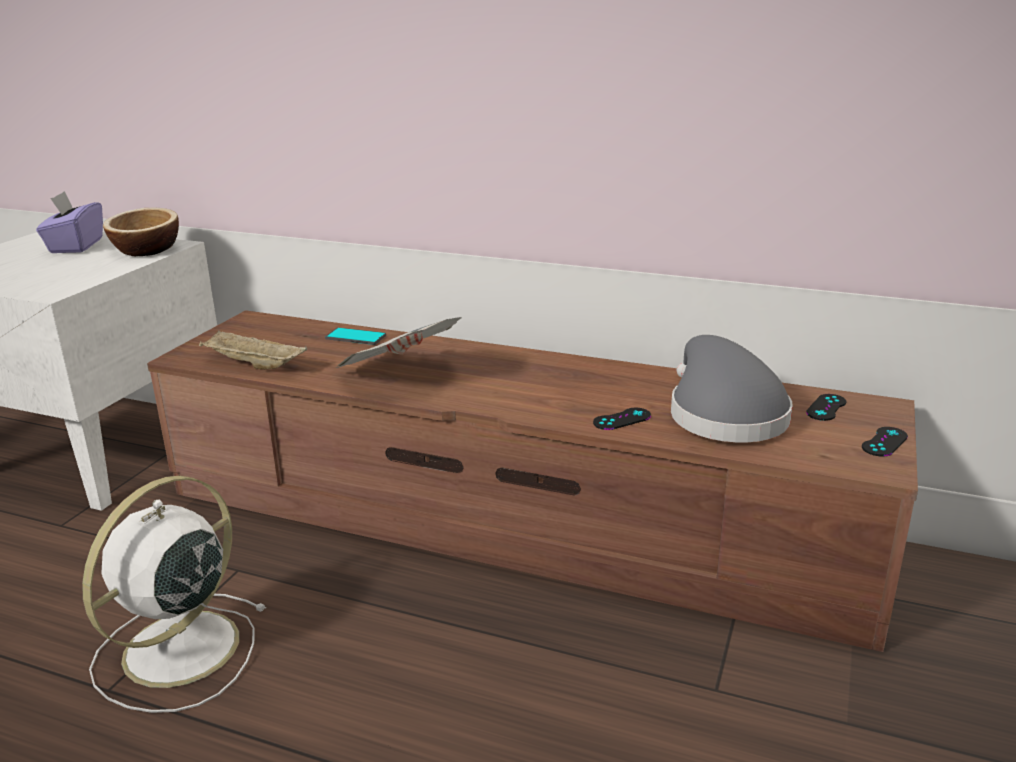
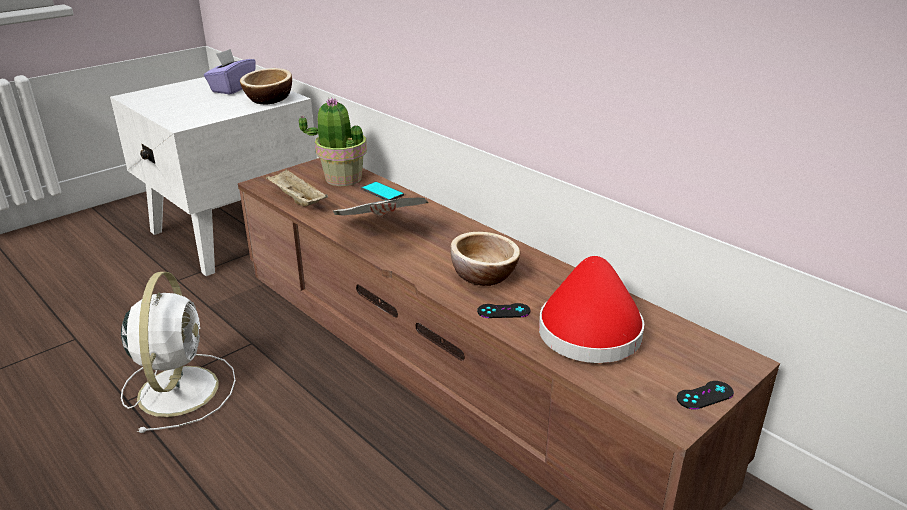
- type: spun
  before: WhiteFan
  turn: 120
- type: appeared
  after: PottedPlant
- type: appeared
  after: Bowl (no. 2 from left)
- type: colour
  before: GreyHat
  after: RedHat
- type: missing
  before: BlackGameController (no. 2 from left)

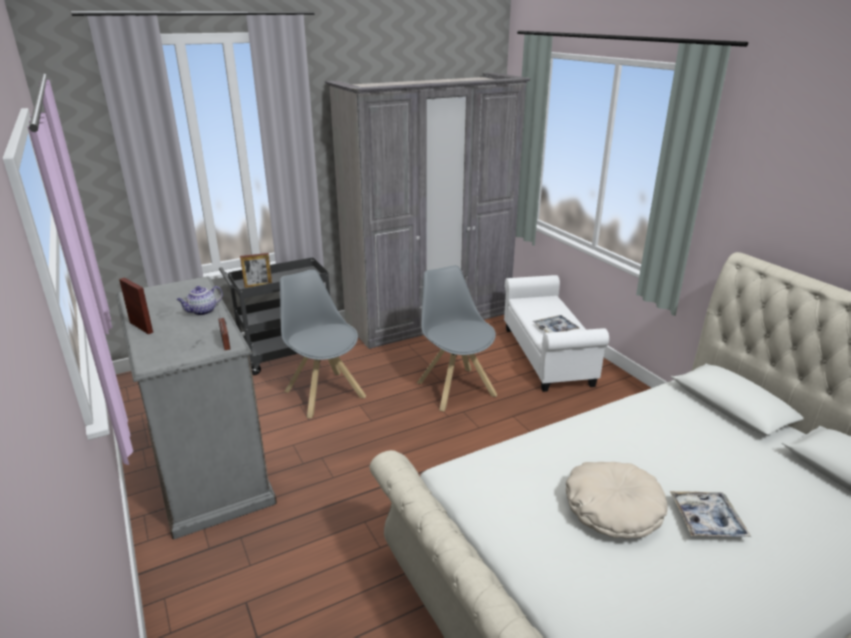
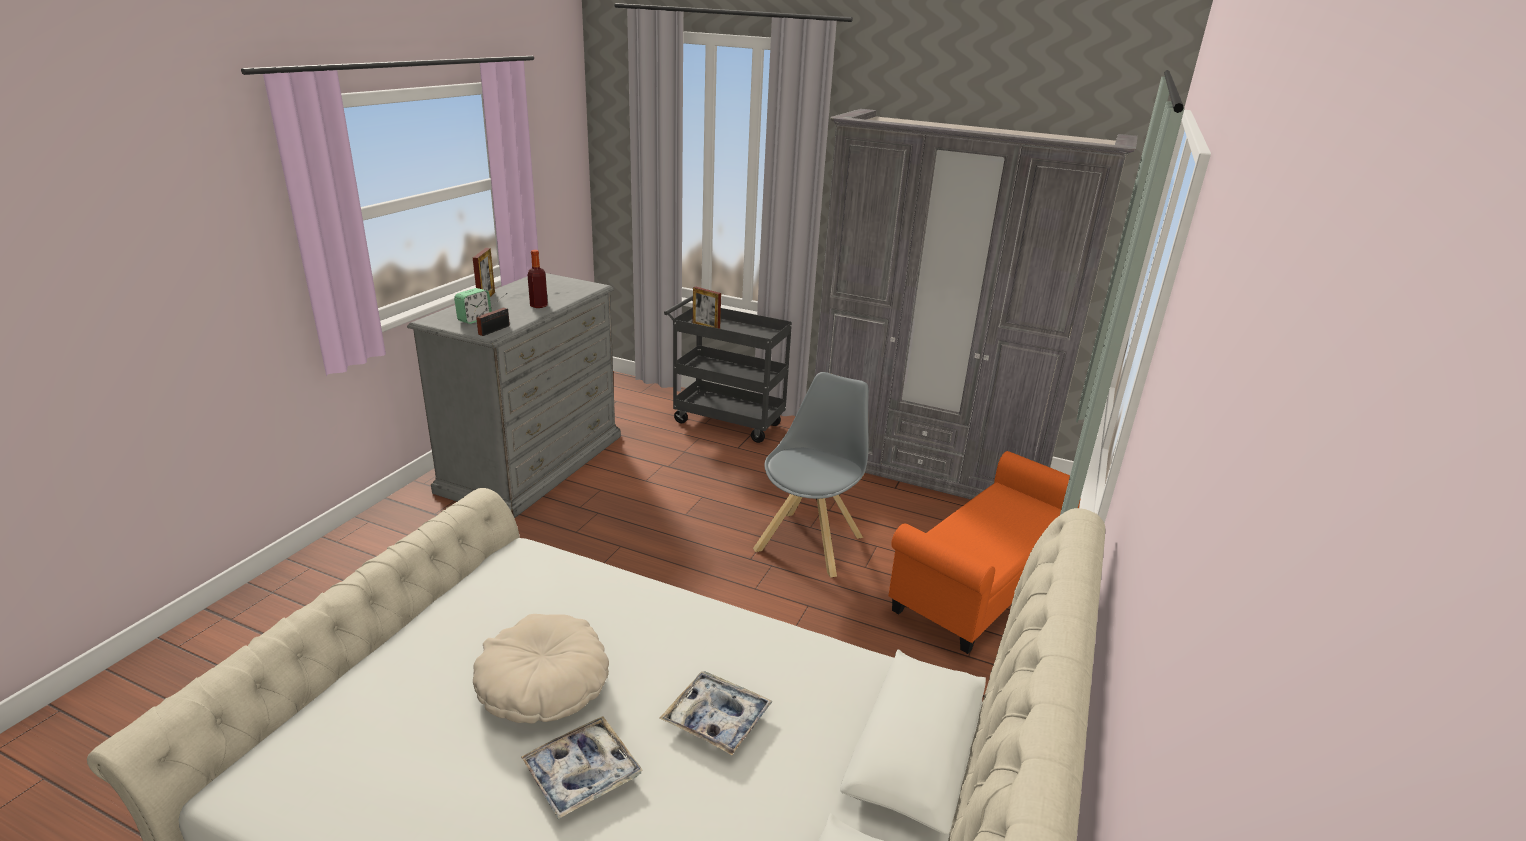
- type: appeared
  after: AlarmClock
- type: exchanged
  before: Teapot
  after: Bottle
- type: relocated
  before: Tray (no. 1 from left in the first image)
  after: Tray (no. 2 from left)
- type: colour
  before: WhiteOttoman
  after: OrangeOttoman
- type: missing
  before: GreyChair (no. 1 from left)

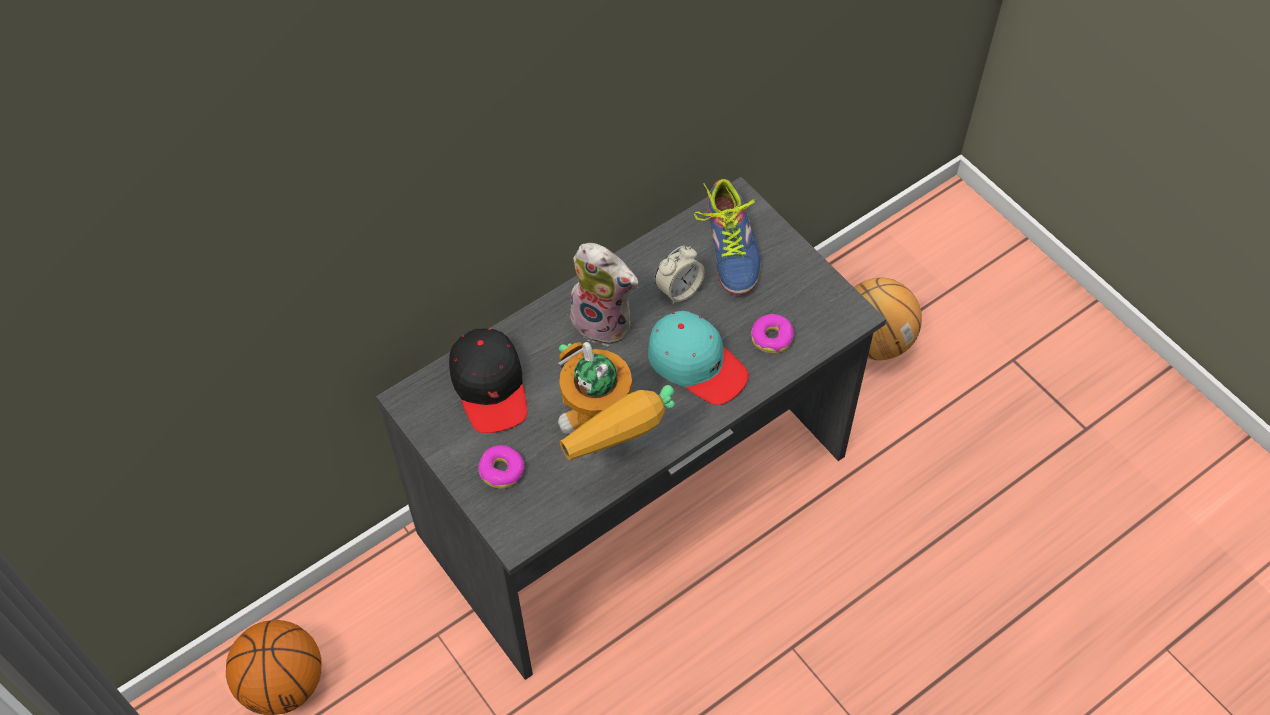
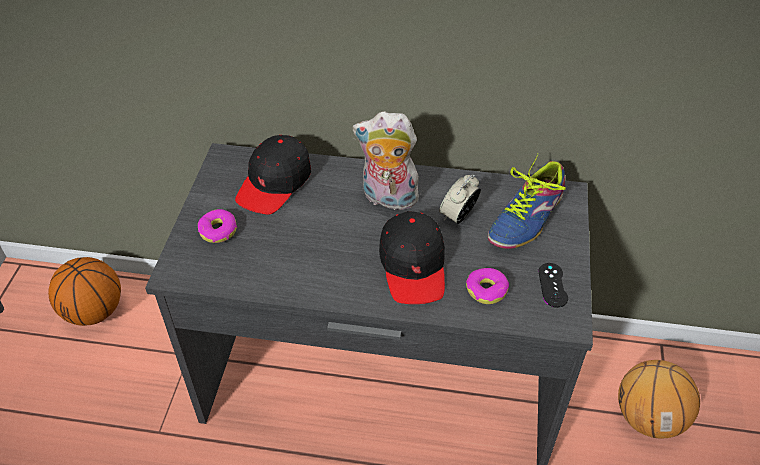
- type: spun
  before: PlushToy
  turn: 120
- type: colour
  before: TurquoiseCap
  after: BlackCap (no. 2 from left)
- type: spun
  before: AlarmClock
  turn: 120
- type: appeared
  after: BlackGameController
- type: missing
  before: ToyRobot

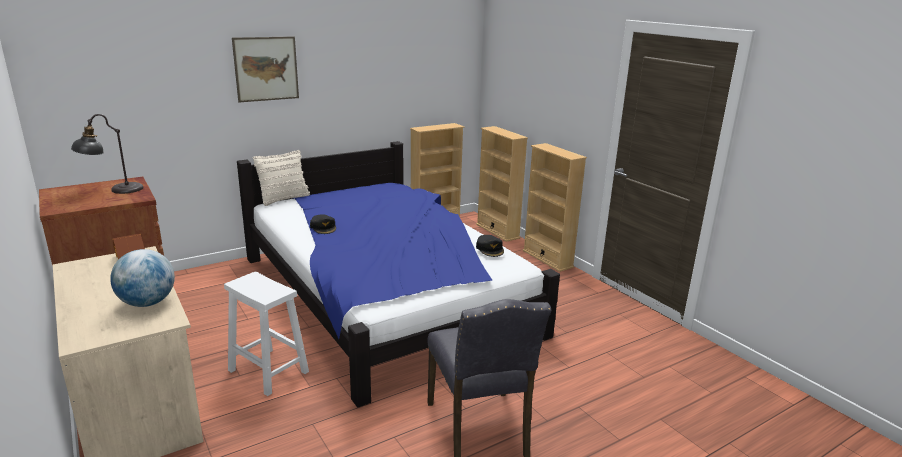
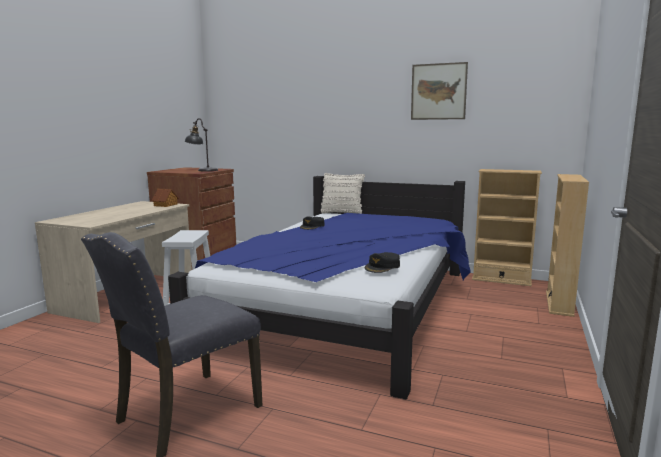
- type: relocated
  before: Picture
- type: missing
  before: Globe
- type: missing
  before: BeigeBookcase (no. 3 from left)

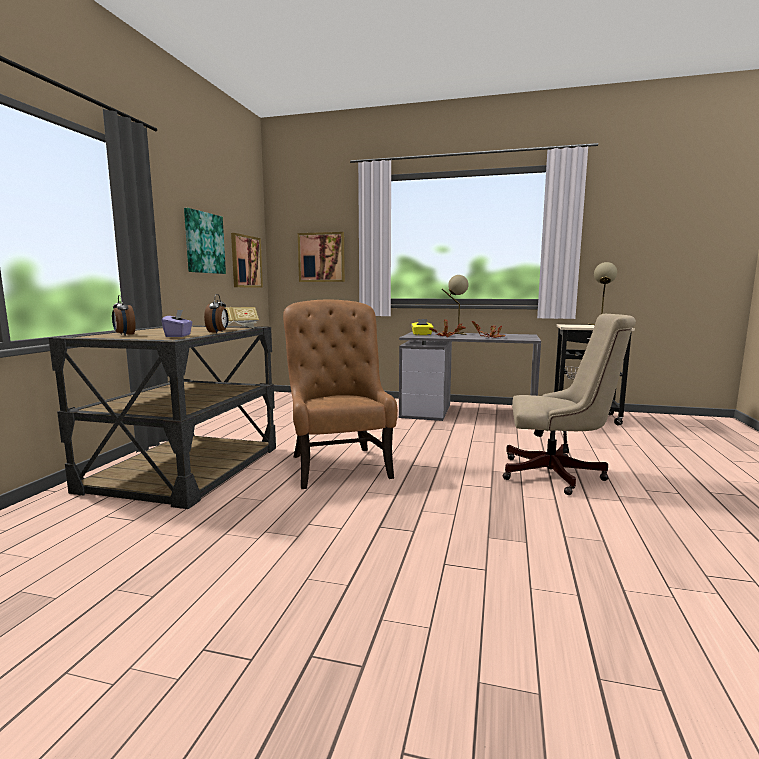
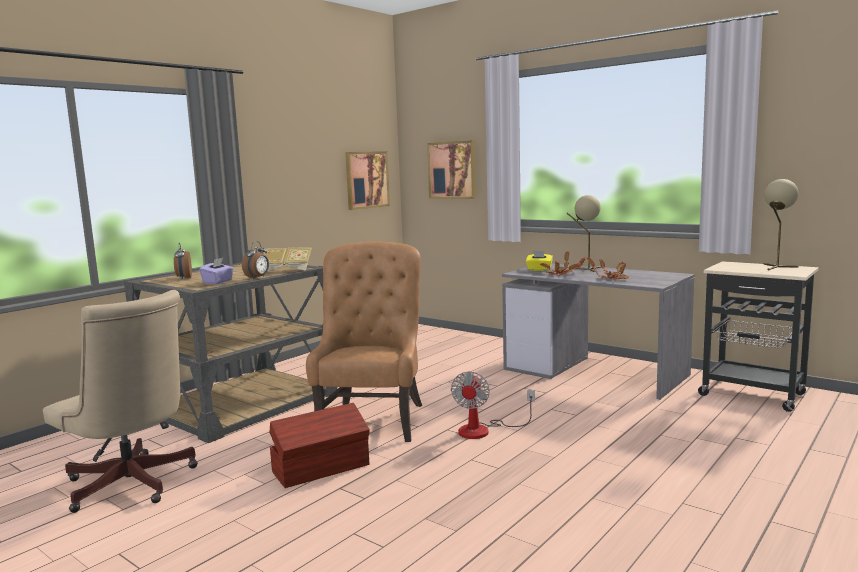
- type: relocated
  before: BeigeOfficeChair
- type: appeared
  after: BrownStorageBox
- type: appeared
  after: Fan
- type: missing
  before: Picture (no. 1 from left)

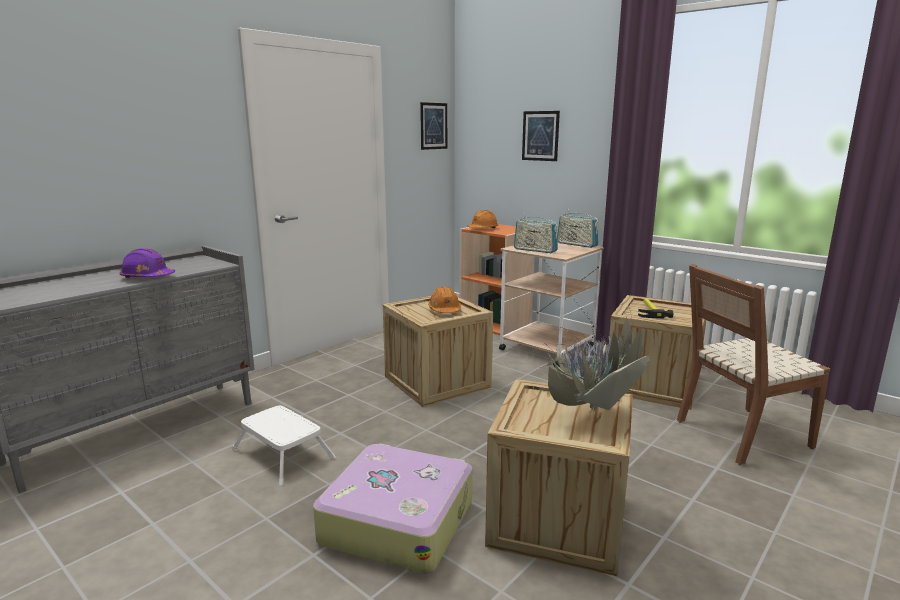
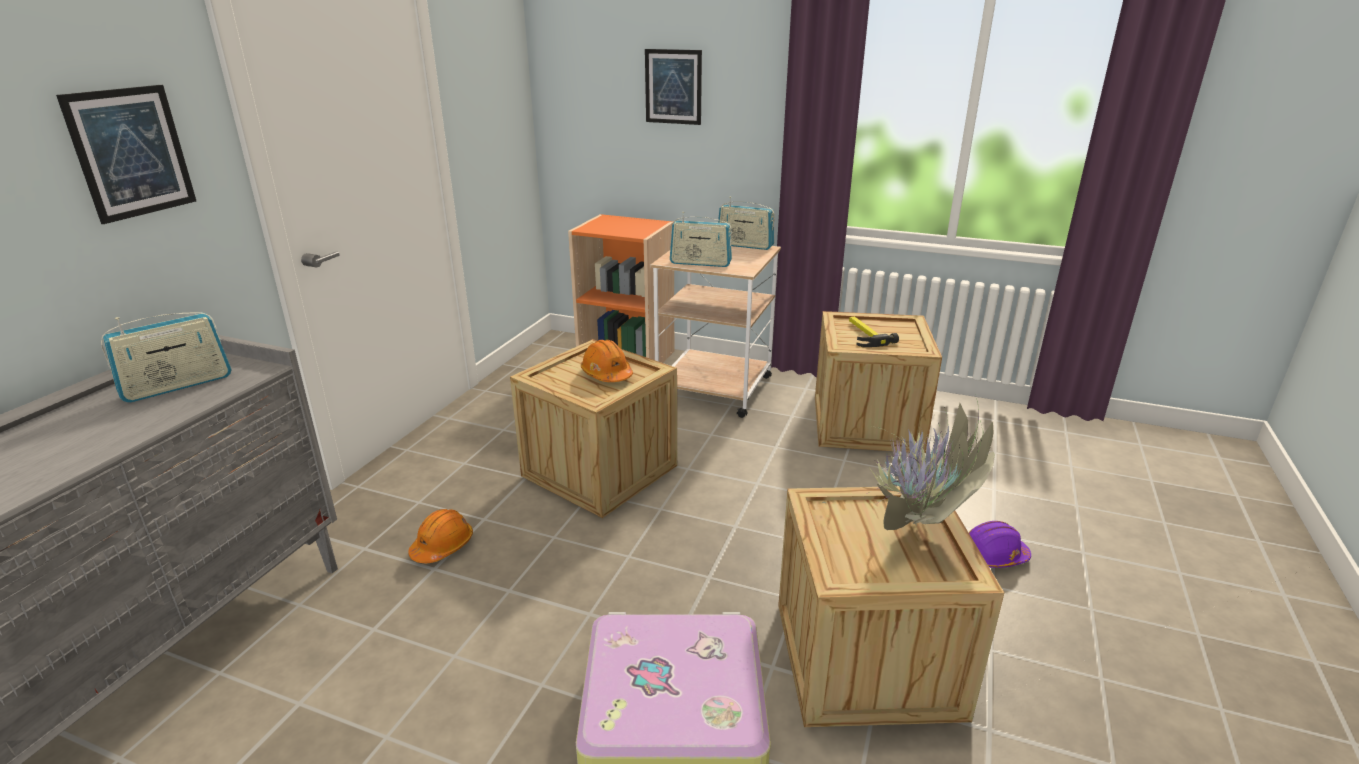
- type: relocated
  before: Picture (no. 1 from left)
- type: appeared
  after: Radio (no. 1 from left)
- type: relocated
  before: OrangeHardHat (no. 2 from left in the first image)
  after: OrangeHardHat (no. 1 from left)
- type: relocated
  before: PurpleHardHat
- type: missing
  before: WhiteStepLadder
- type: missing
  before: Chair

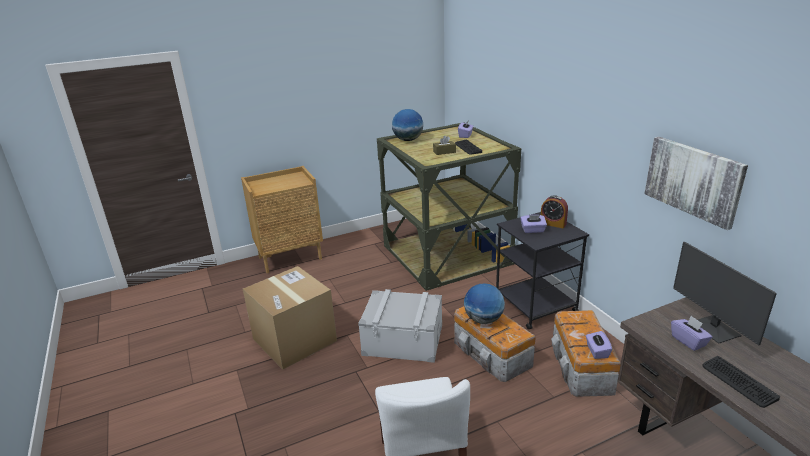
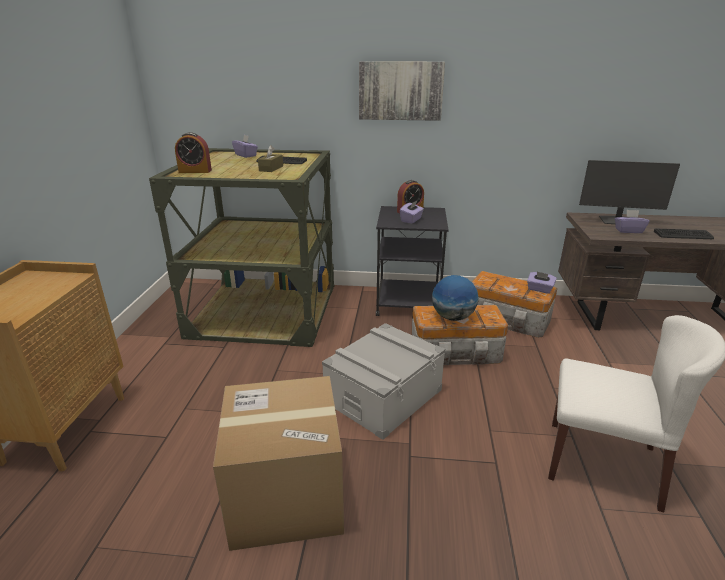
- type: exchanged
  before: Globe (no. 1 from left)
  after: AlarmClock (no. 1 from left)
- type: relocated
  before: Picture

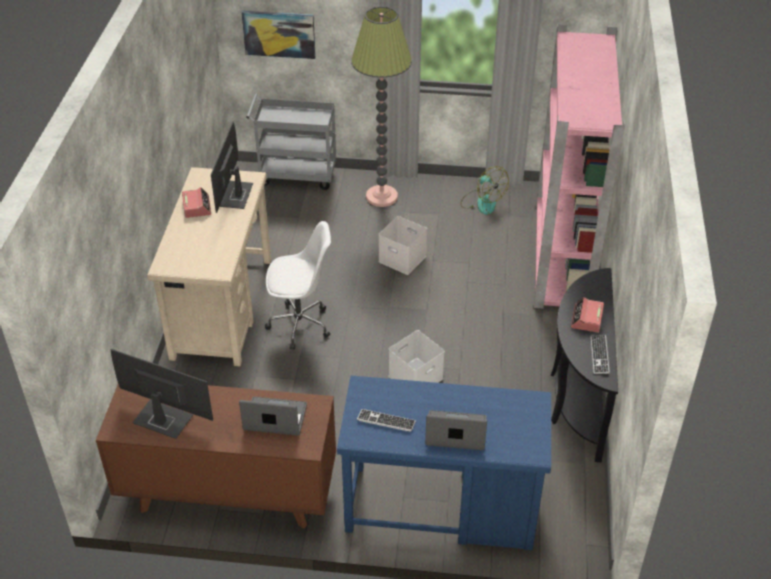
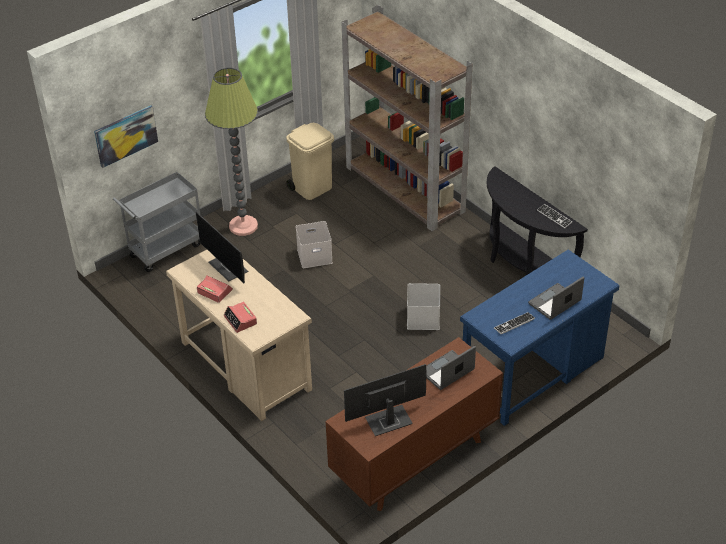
- type: relocated
  before: AlarmClock (no. 2 from left)
- type: exchanged
  before: Fan
  after: BeigeTrashCan
- type: colour
  before: PinkBookcase
  after: BrownBookcase
- type: missing
  before: WhiteOfficeChair

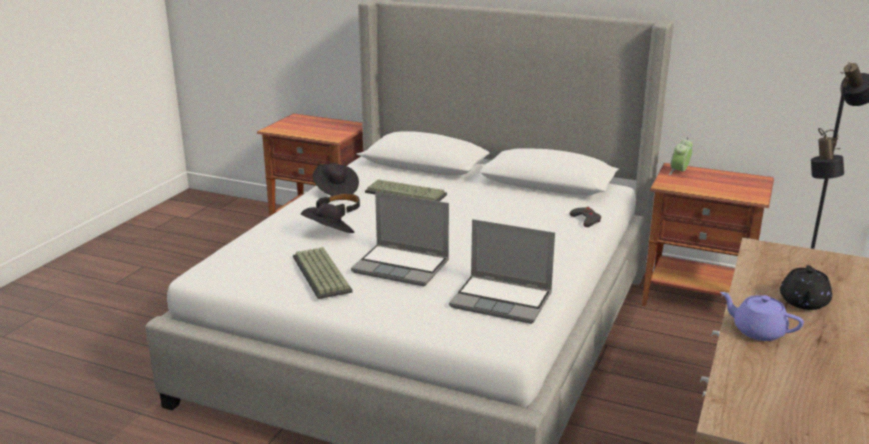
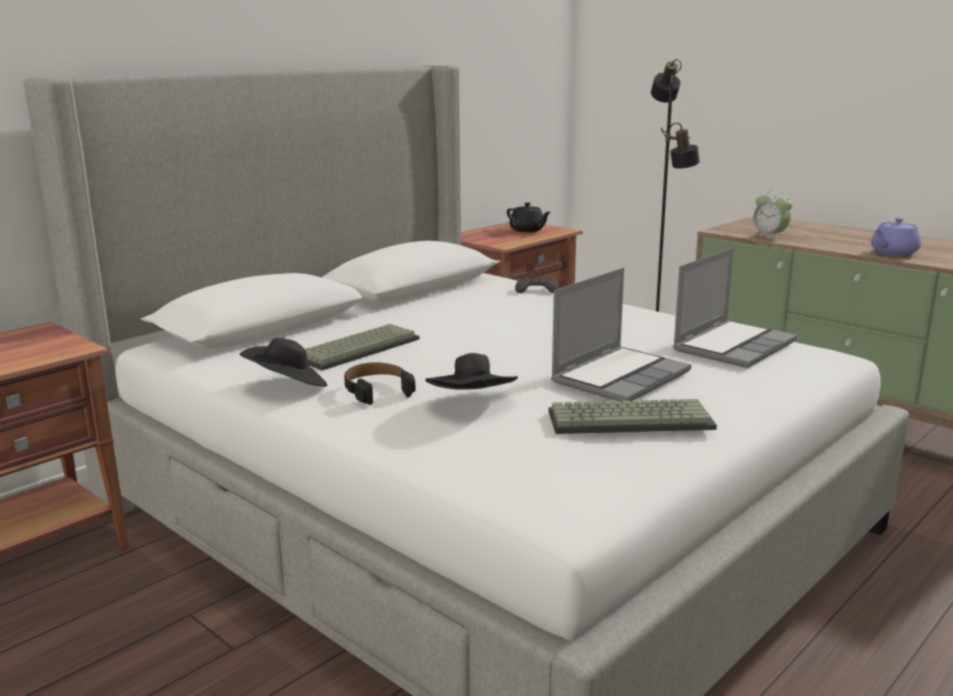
- type: relocated
  before: BlackTeapot
- type: relocated
  before: AlarmClock

